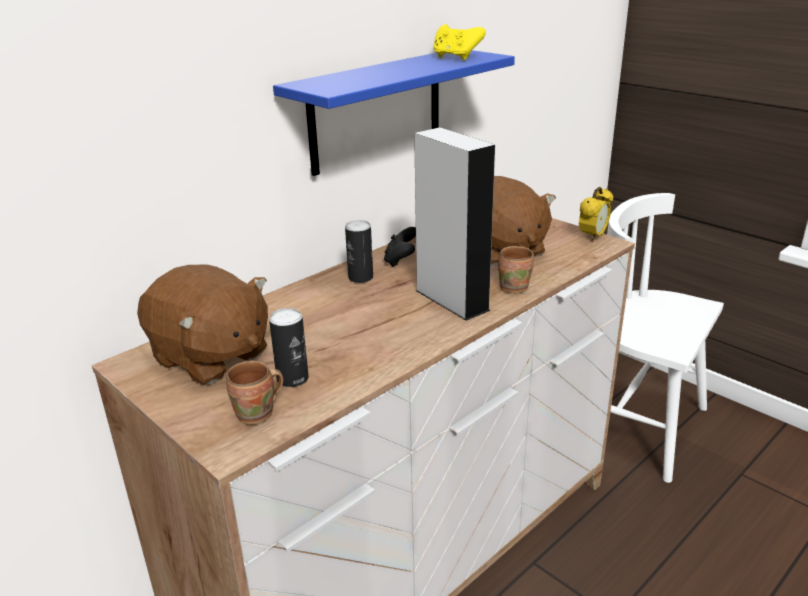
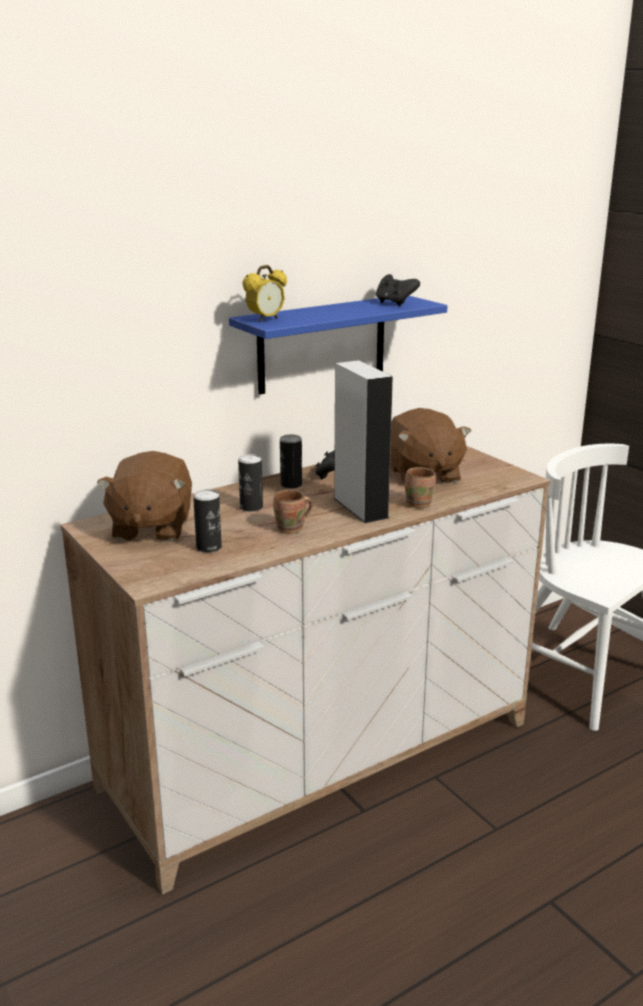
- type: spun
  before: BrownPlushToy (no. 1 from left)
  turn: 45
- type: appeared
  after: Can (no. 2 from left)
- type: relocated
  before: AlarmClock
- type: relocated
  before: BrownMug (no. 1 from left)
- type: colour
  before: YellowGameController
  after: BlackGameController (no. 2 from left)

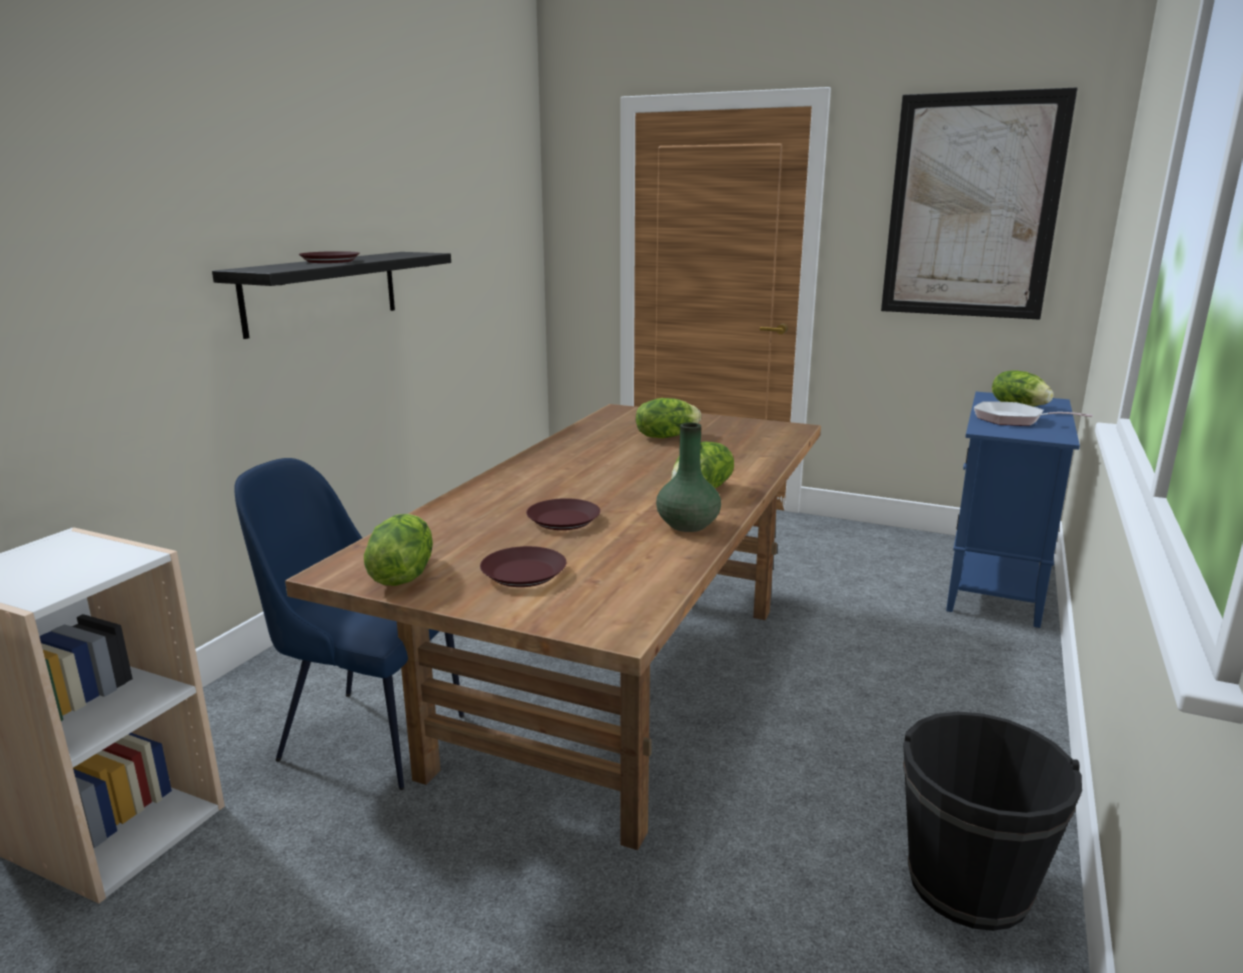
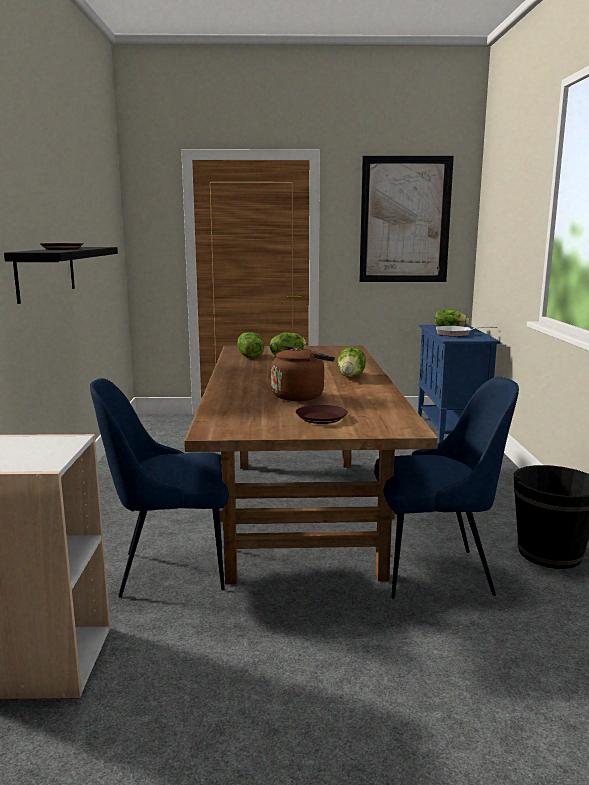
- type: relocated
  before: Lettuce (no. 1 from left)
- type: exchanged
  before: BrownPlate (no. 3 from left)
  after: BrownKettle
- type: appeared
  after: BlueChair (no. 2 from left)
- type: missing
  before: GreenVase

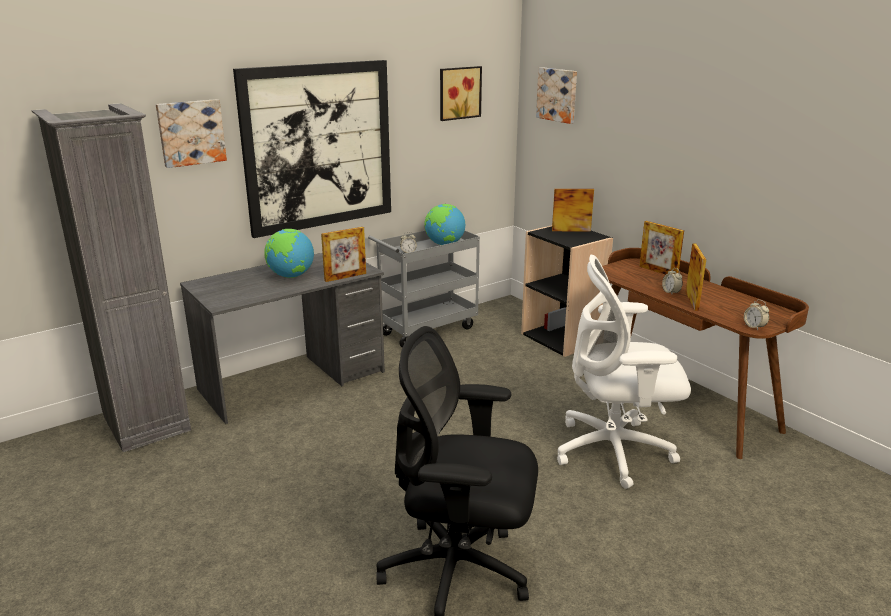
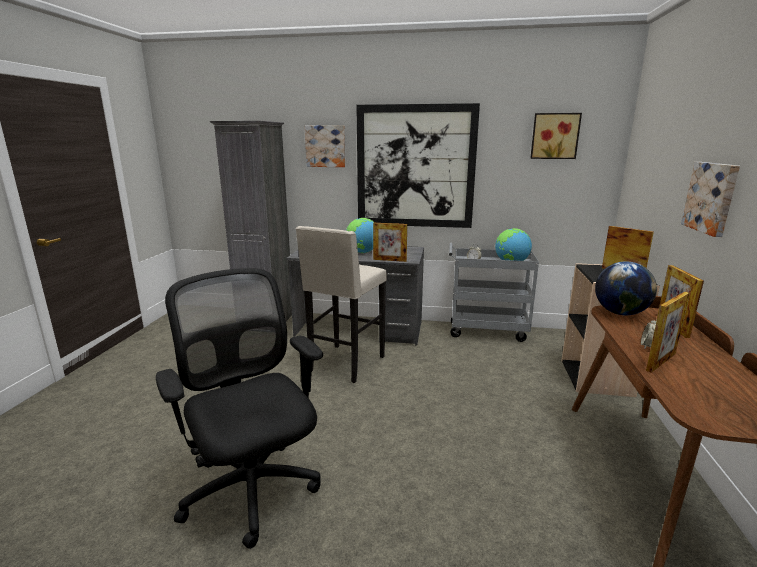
- type: appeared
  after: BeigeStool
- type: appeared
  after: Globe (no. 3 from left)
- type: relocated
  before: Picture (no. 4 from left)
- type: missing
  before: WhiteOfficeChair
- type: missing
  before: AlarmClock (no. 3 from left)

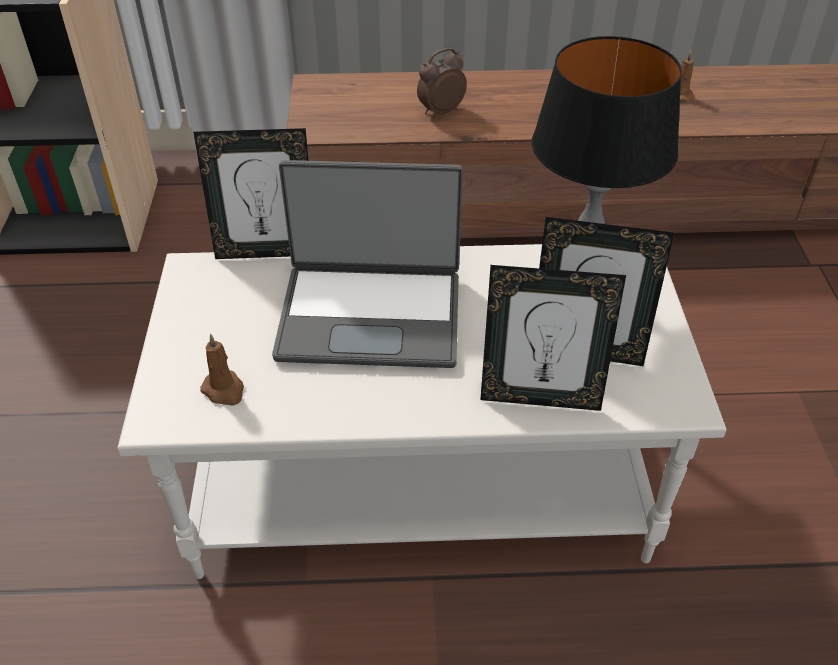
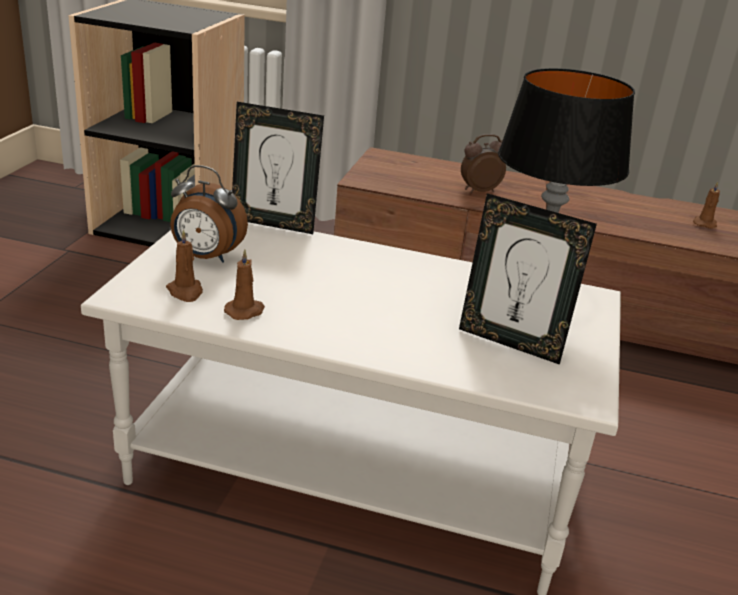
- type: appeared
  after: AlarmClock (no. 1 from left)
- type: appeared
  after: BrownCandle (no. 2 from left)
- type: missing
  before: Laptop
- type: missing
  before: PictureFrame (no. 2 from left)

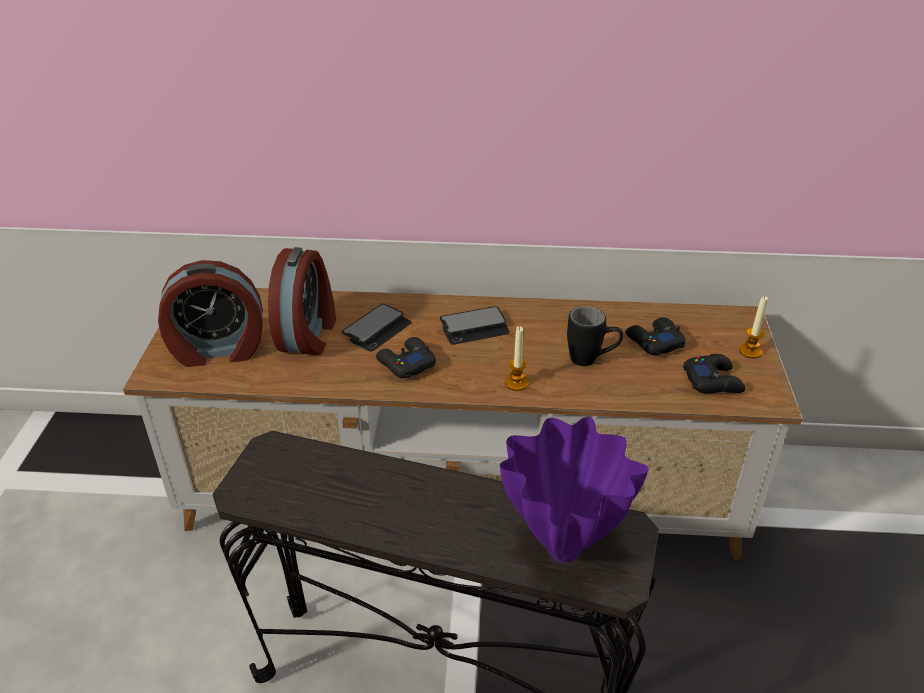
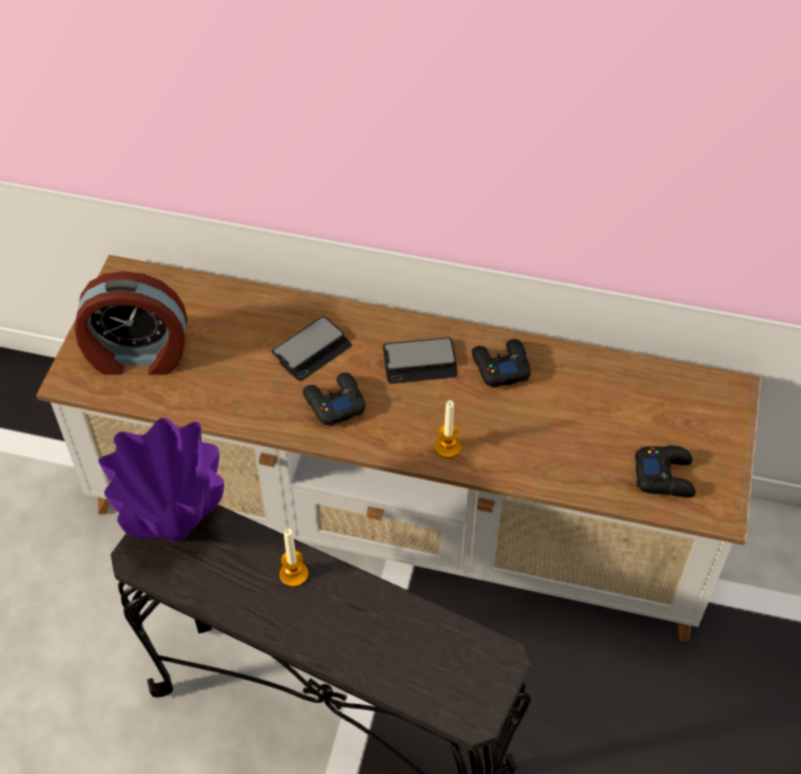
- type: relocated
  before: PurpleVase
- type: relocated
  before: Candle (no. 2 from left in the first image)
  after: Candle (no. 1 from left)
- type: relocated
  before: BlackGameController (no. 2 from left)
- type: missing
  before: AlarmClock (no. 2 from left)
- type: missing
  before: BlackMug

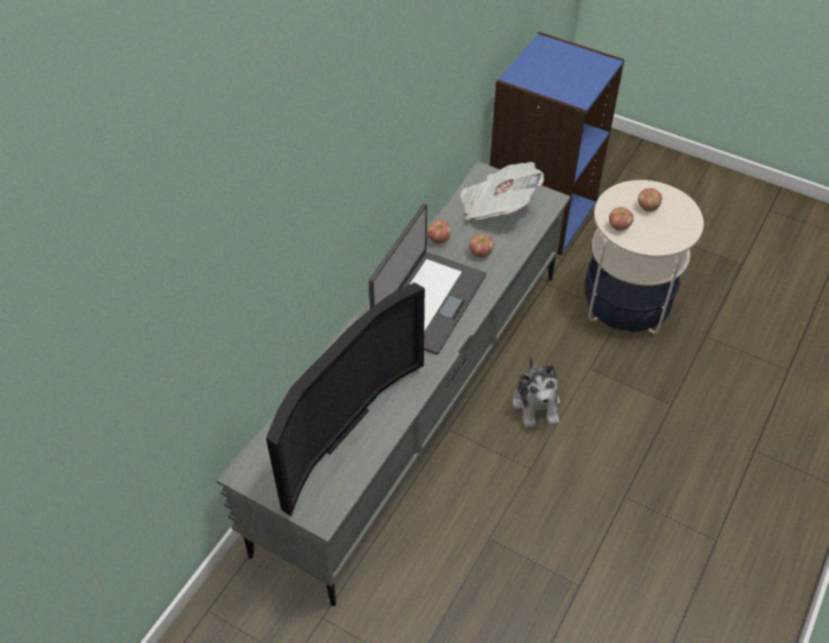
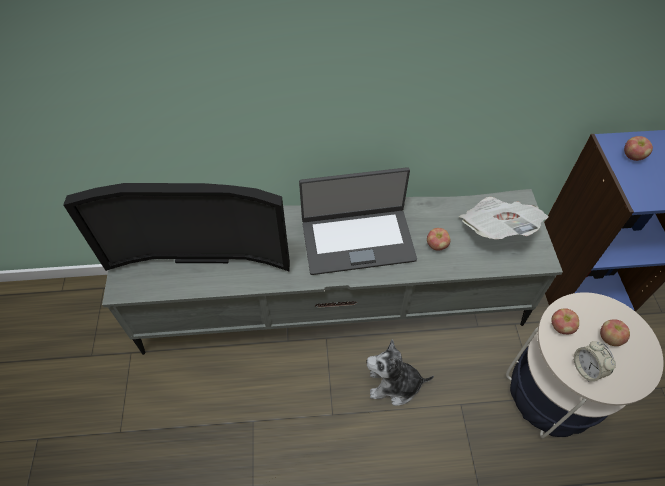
- type: spun
  before: PlushToy
  turn: 45
- type: appeared
  after: AlarmClock
- type: relocated
  before: Apple (no. 1 from left in the first image)
  after: Apple (no. 4 from left)

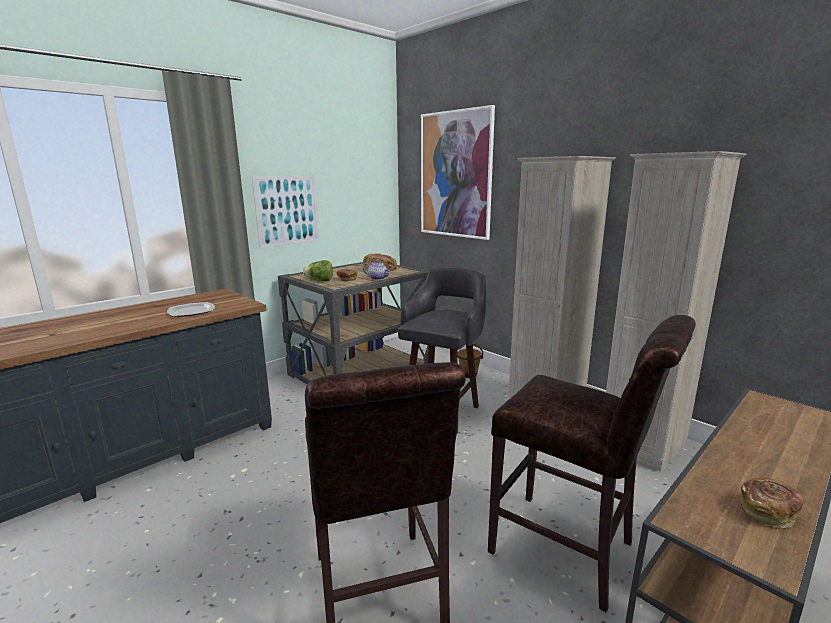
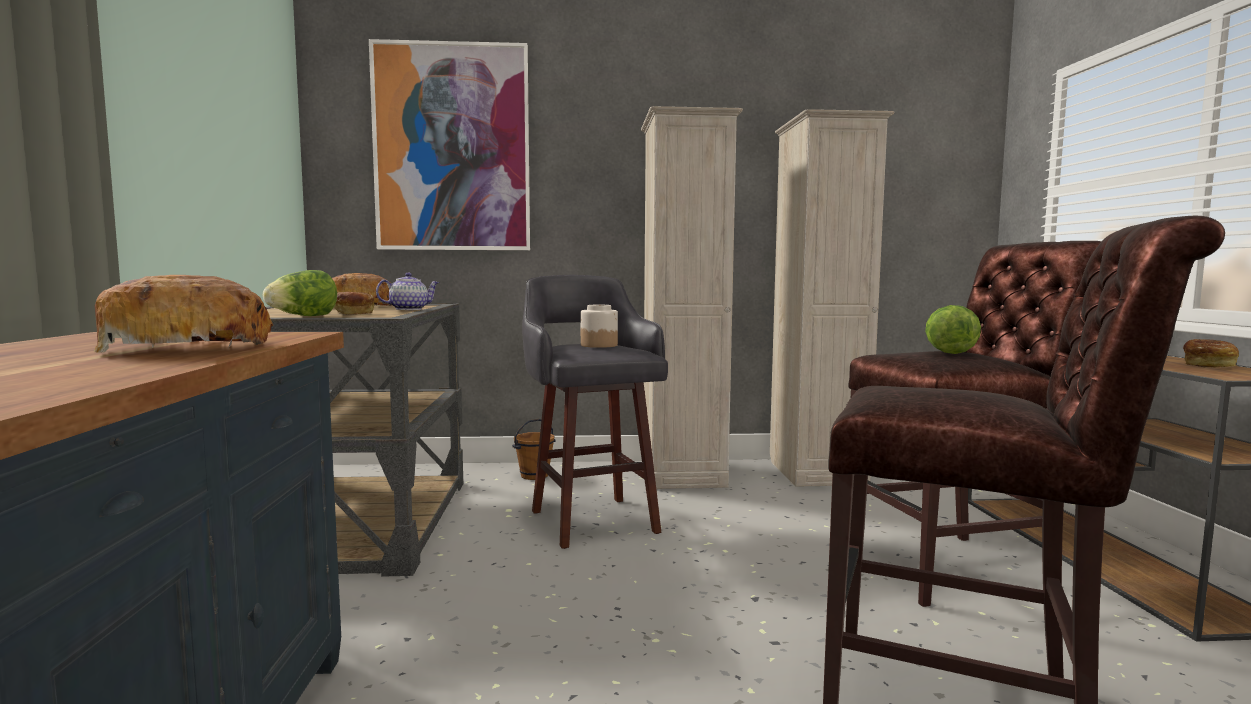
- type: exchanged
  before: Plate
  after: Bread (no. 1 from left)
- type: appeared
  after: Jar
- type: appeared
  after: Lettuce (no. 2 from left)
- type: missing
  before: Picture (no. 1 from left)

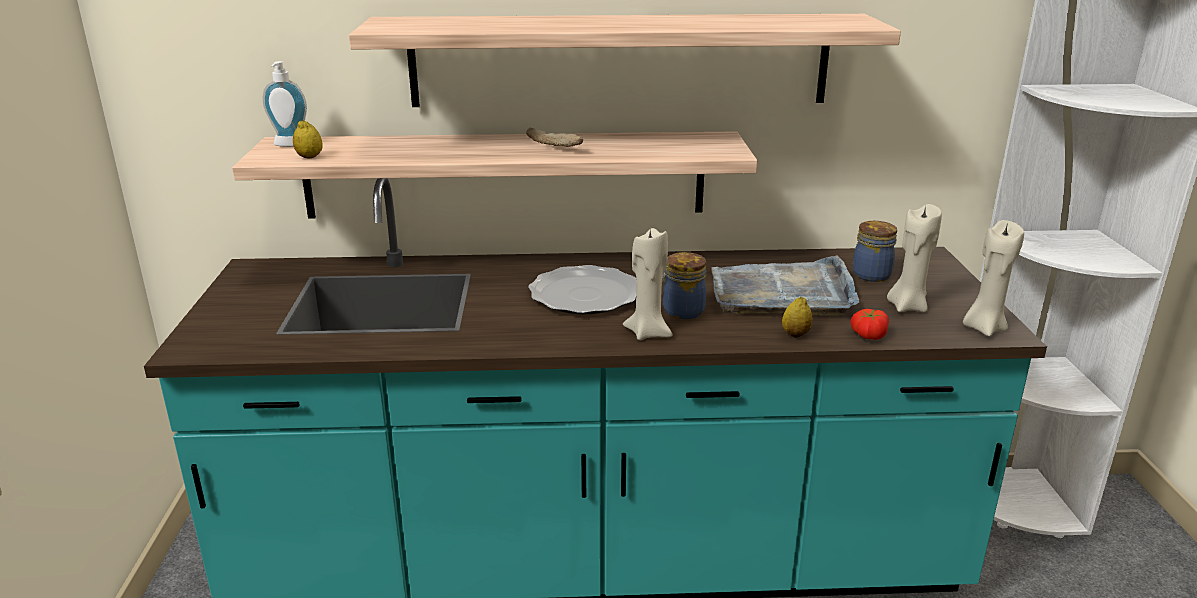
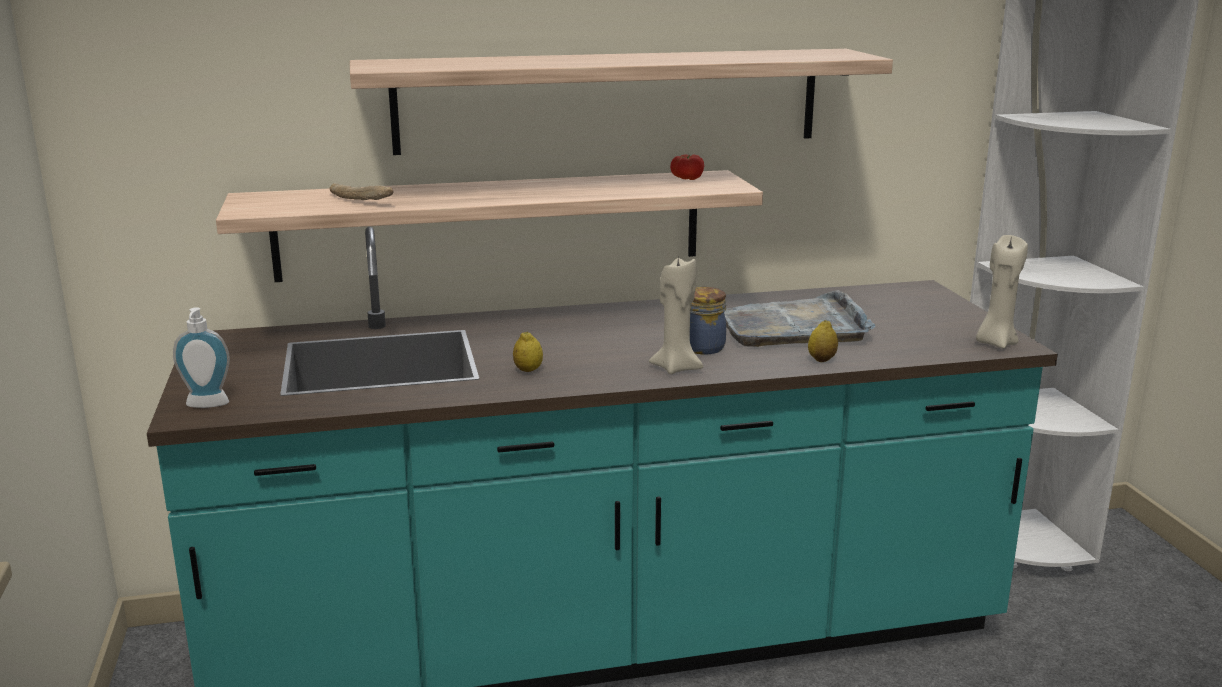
- type: relocated
  before: SoapDispenser
- type: relocated
  before: Bread
- type: relocated
  before: Lemon (no. 1 from left)
- type: relocated
  before: Tomato
- type: missing
  before: Plate
- type: missing
  before: Jar (no. 2 from left)
- type: missing
  before: BeigeCandle (no. 2 from left)

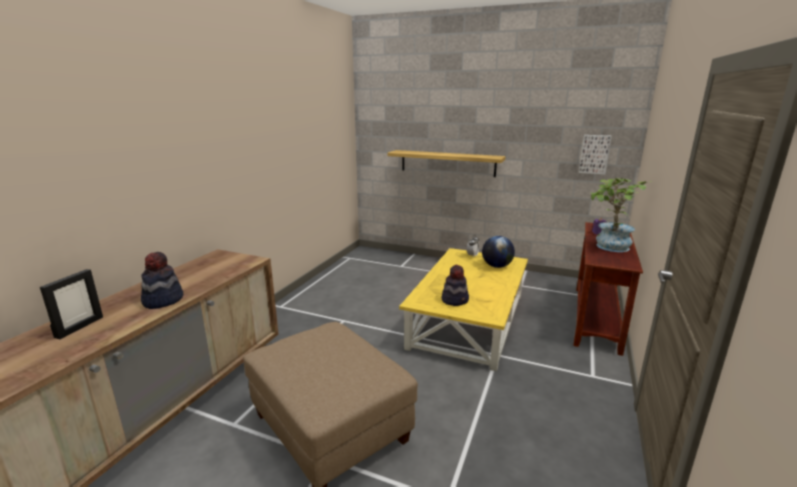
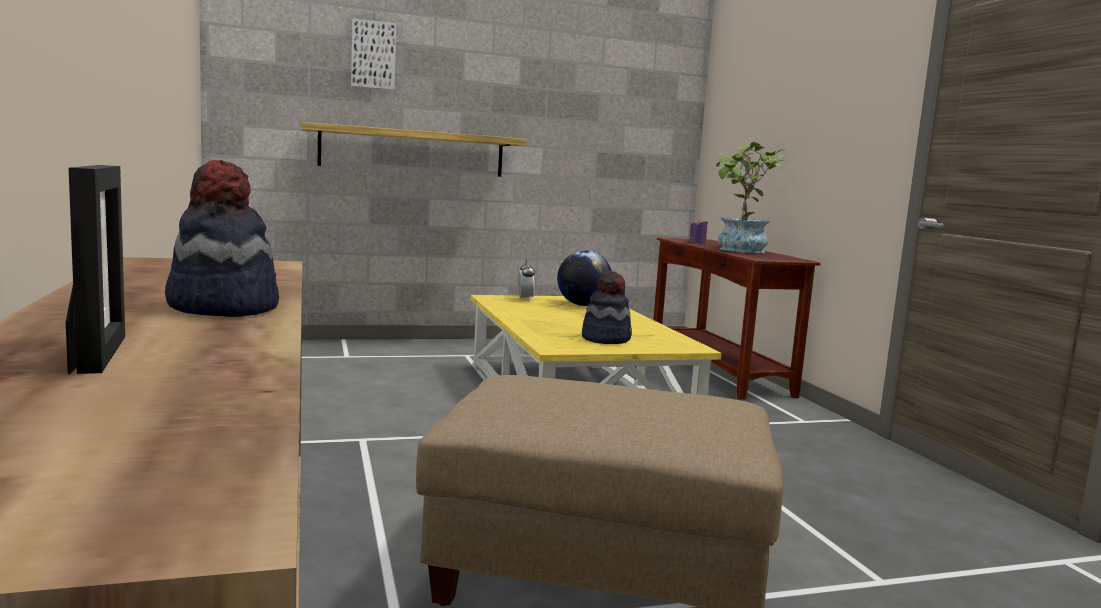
- type: relocated
  before: Picture

